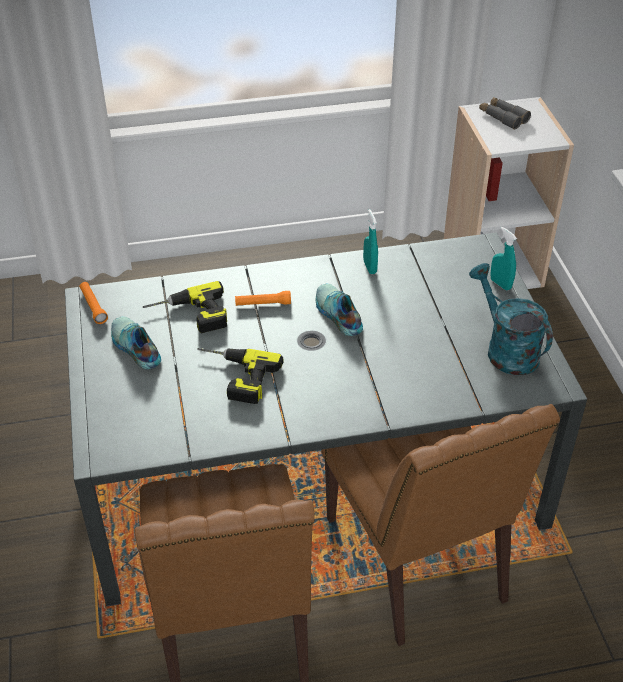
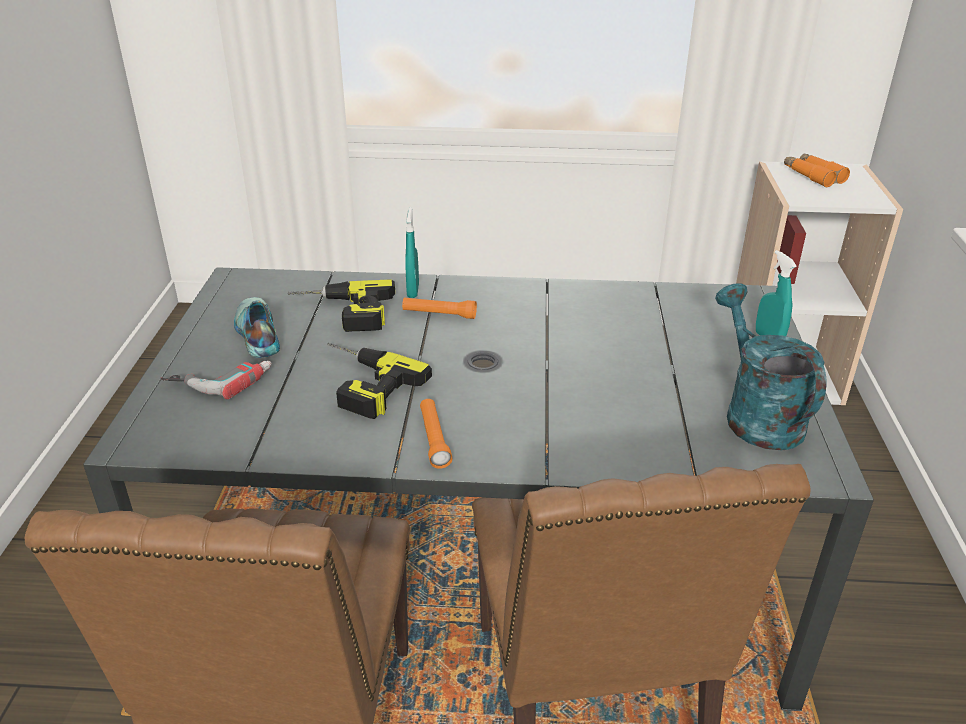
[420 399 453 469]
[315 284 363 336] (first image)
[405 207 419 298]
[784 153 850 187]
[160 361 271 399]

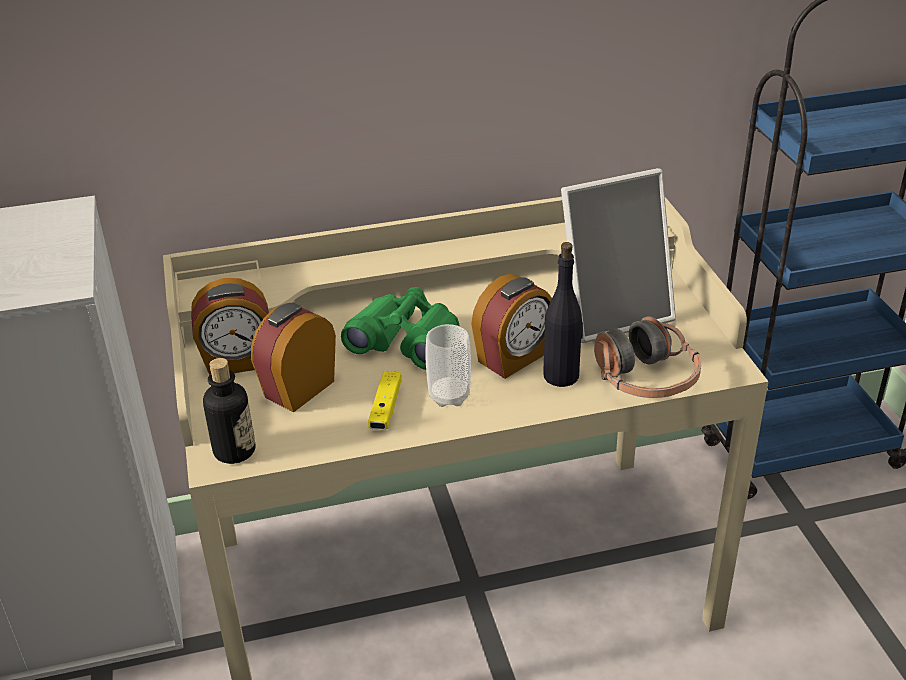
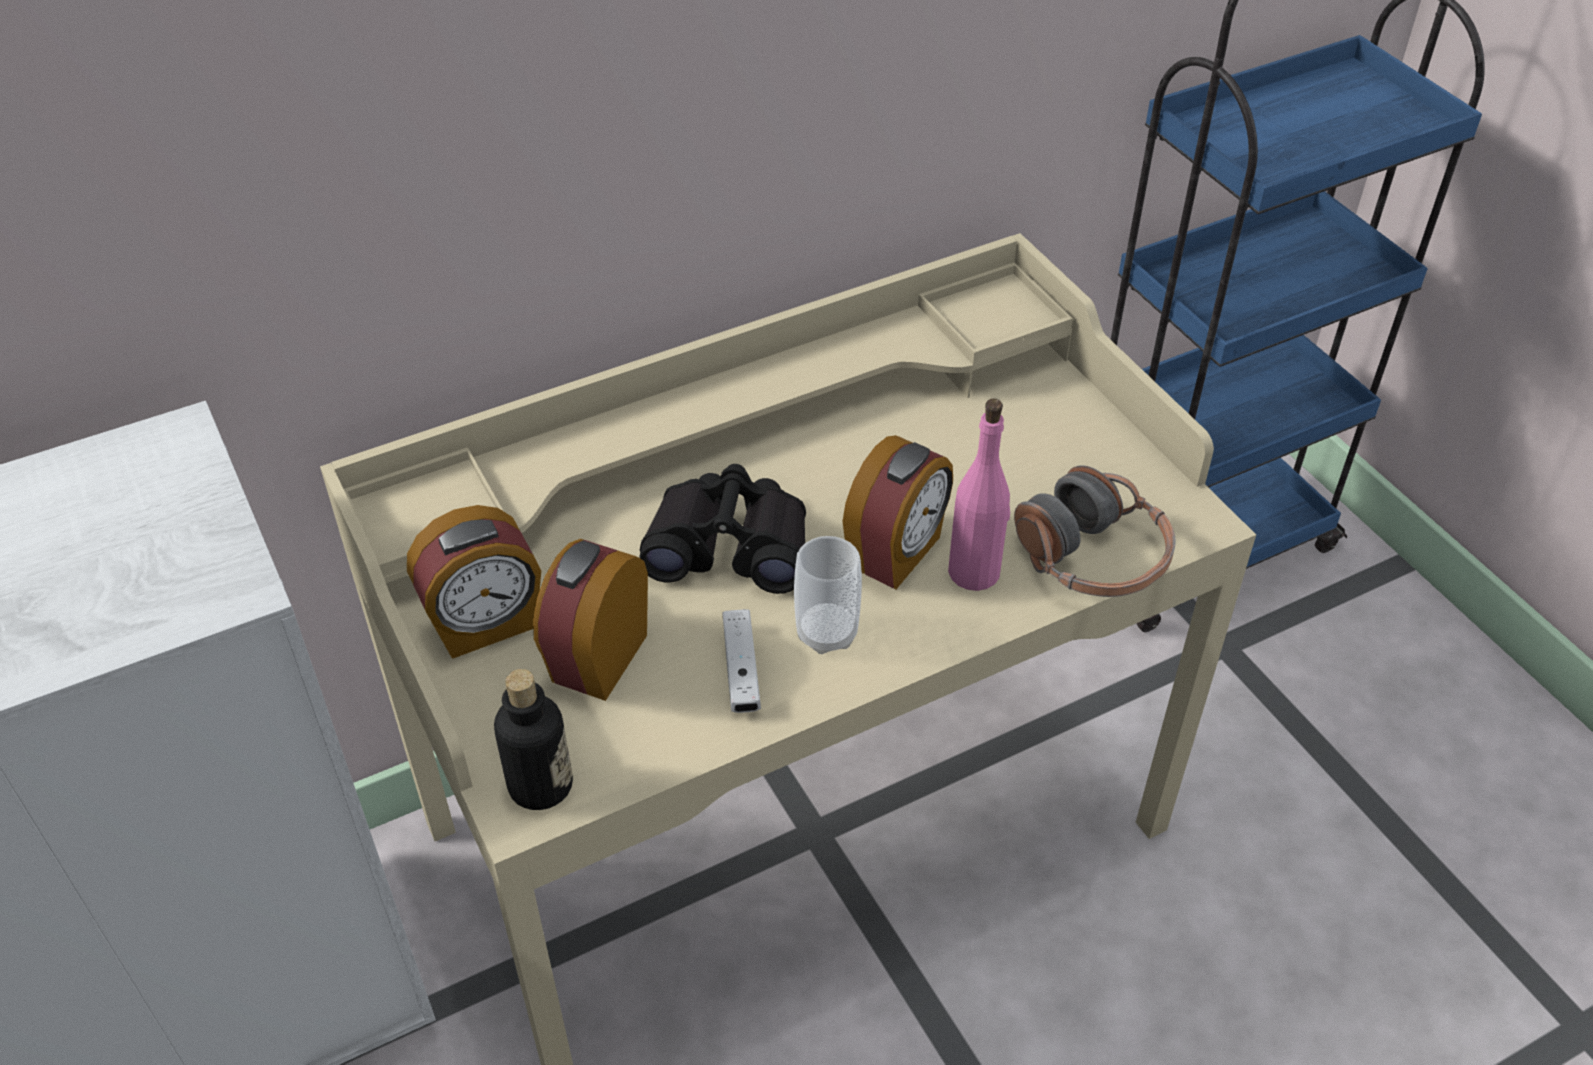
[639 464 806 594]
[722 609 761 713]
[948 398 1010 591]
[561 168 676 343] (first image)

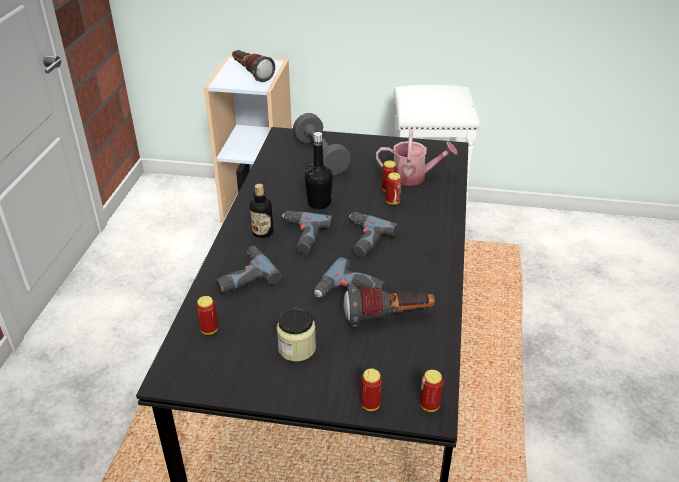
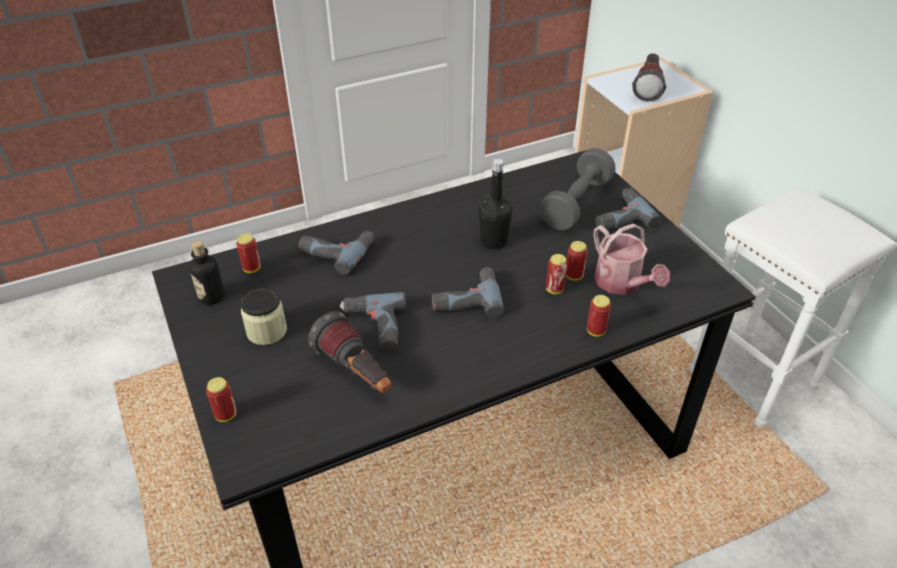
[189 241 225 305]
[595 188 662 231]
[587 295 611 337]

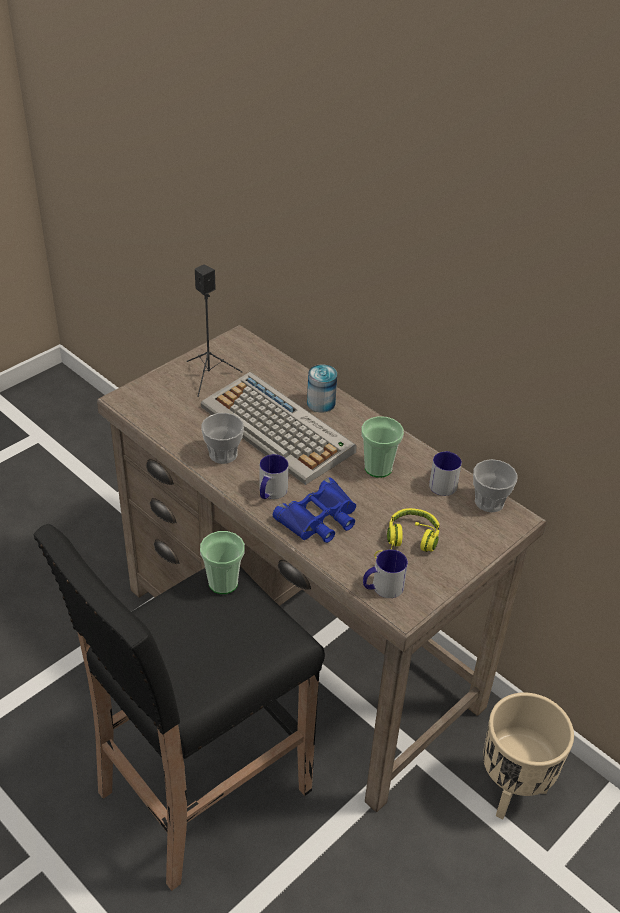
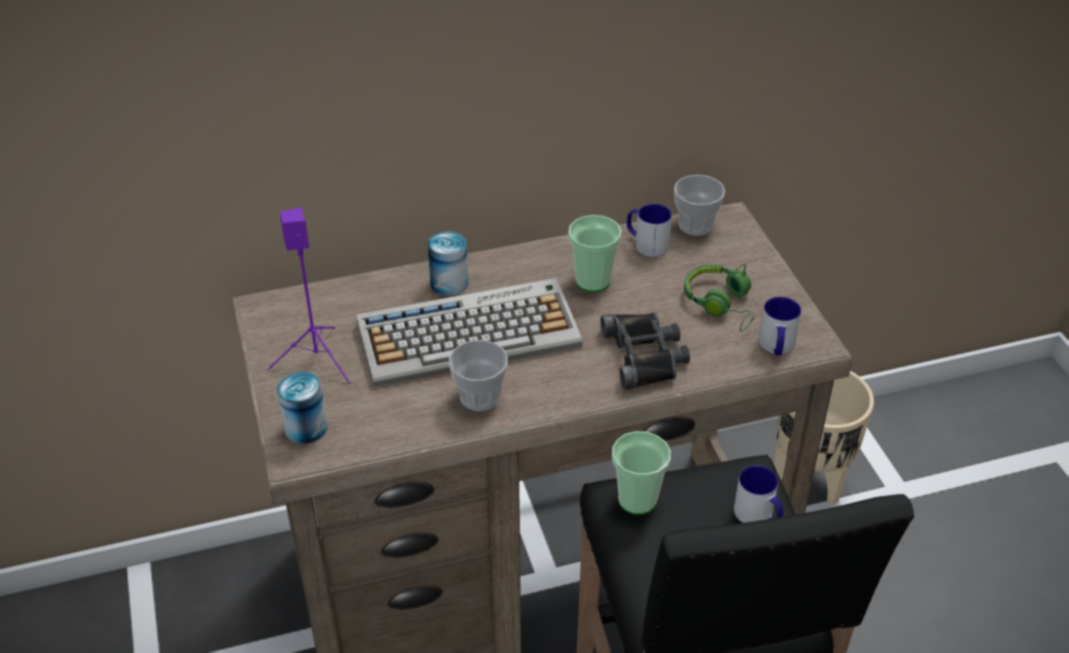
[267 207 351 384]
[734 465 783 523]
[601 312 690 390]
[684 264 756 331]
[277 372 328 444]

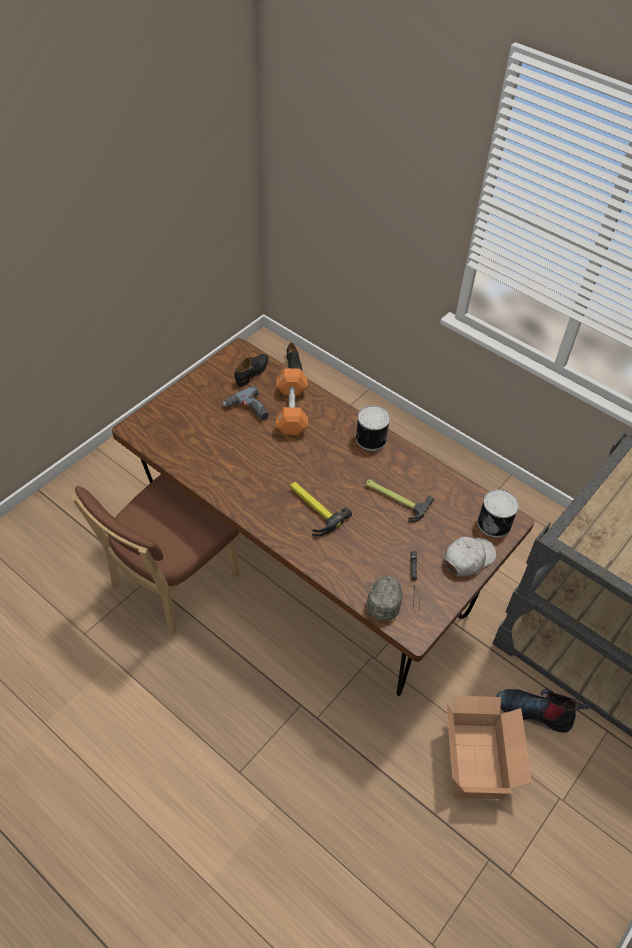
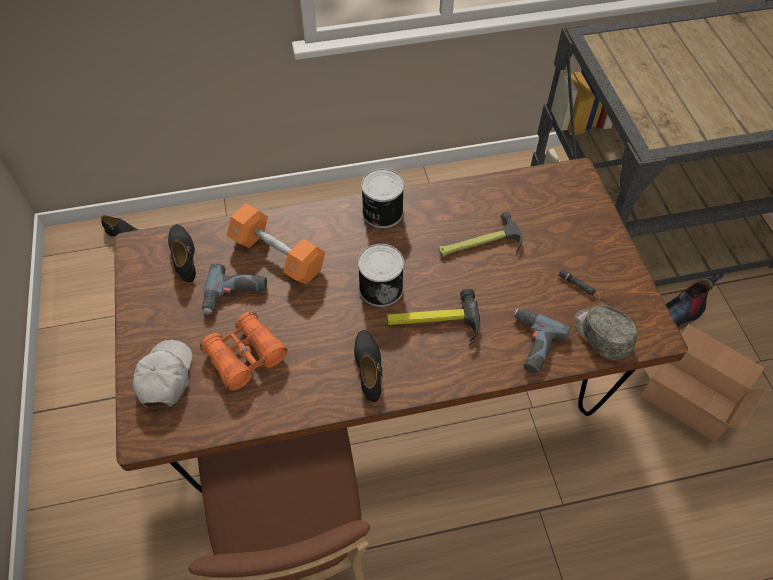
[133 340 192 409]
[358 244 404 307]
[200 311 287 391]
[354 330 383 402]
[513 308 571 374]

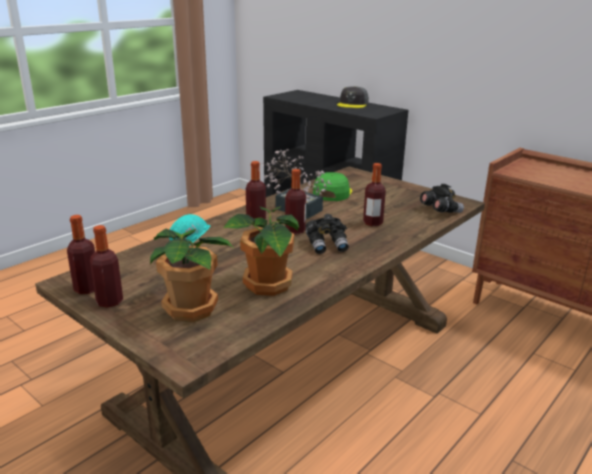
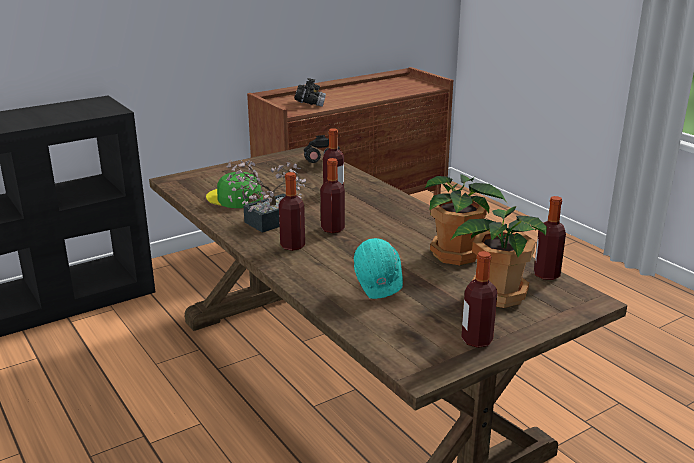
[534 196 566 280]
[294 78 326 107]
[337 86 369 108] (first image)

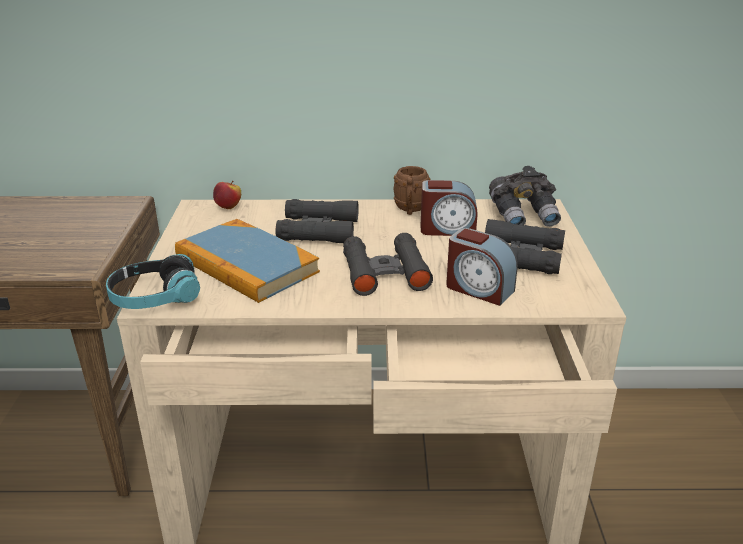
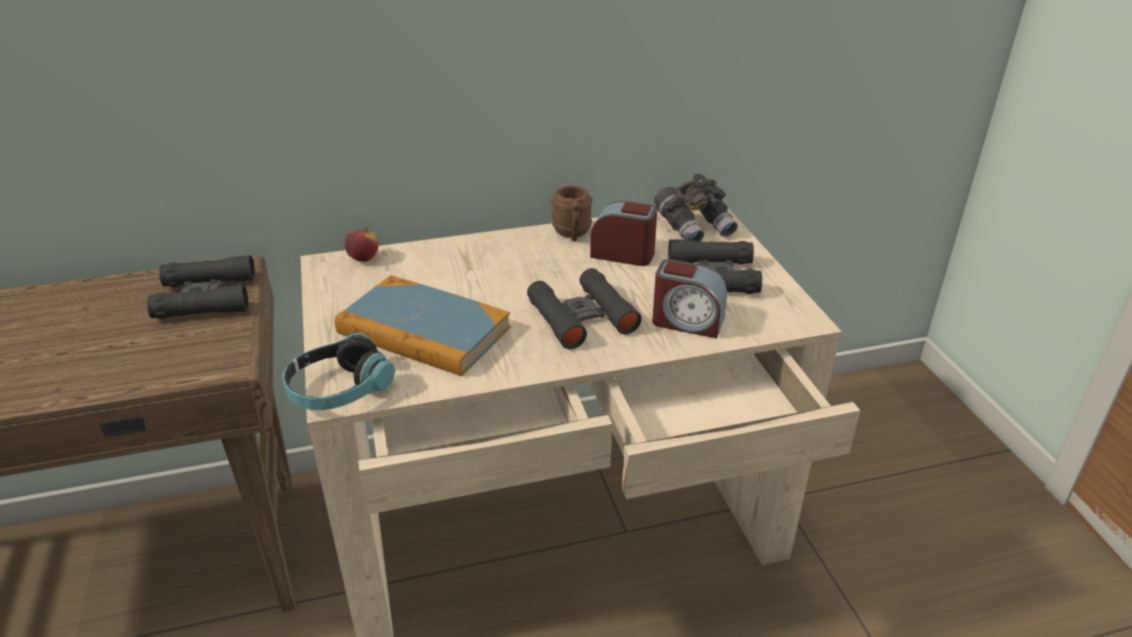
[147 255 255 319]
[590 201 657 266]

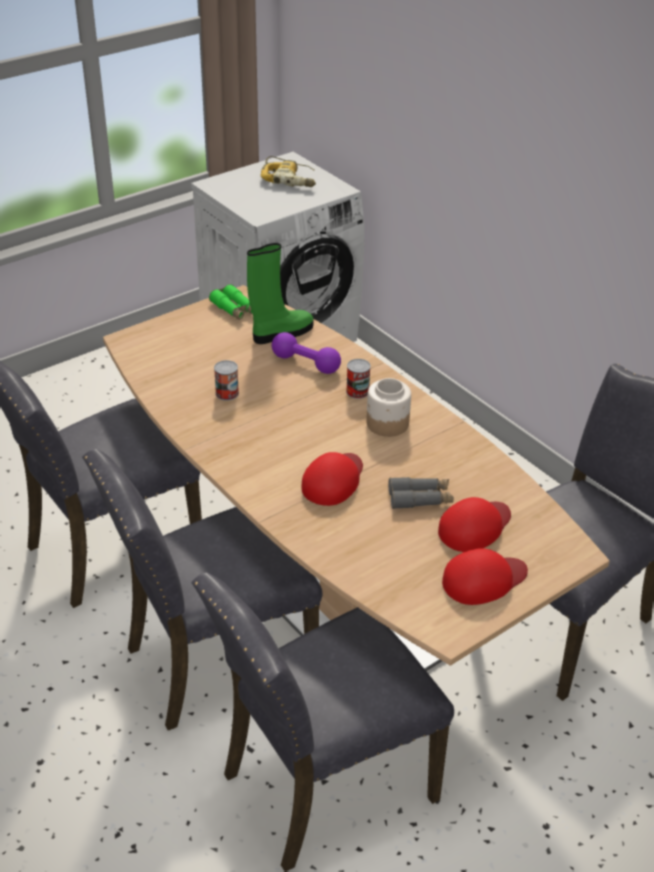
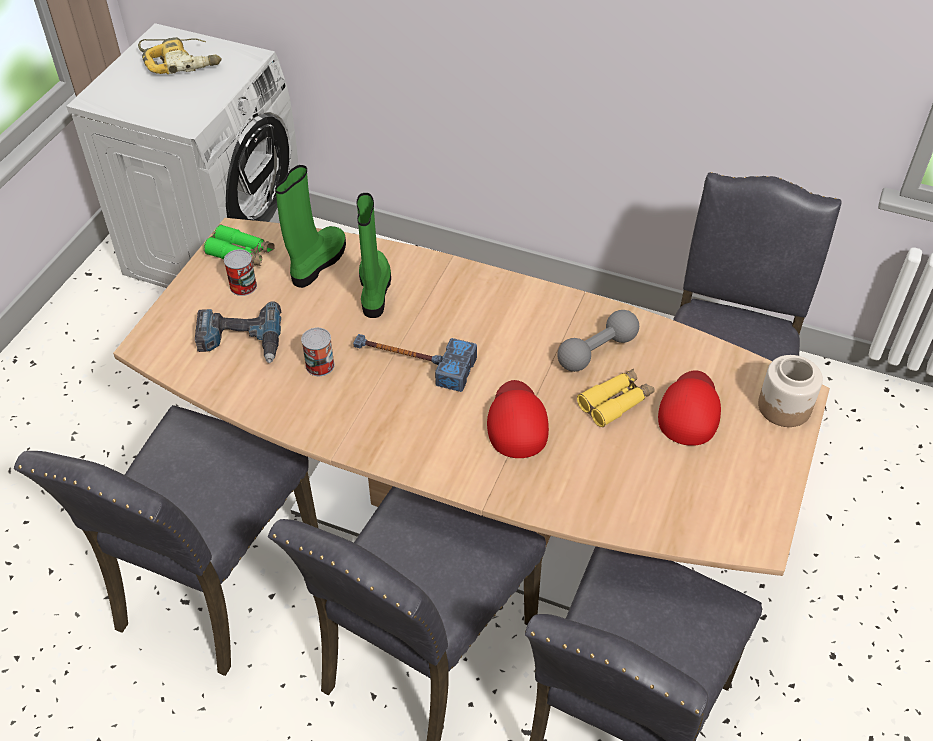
[357 193 391 318]
[224 249 257 296]
[758 355 823 427]
[577 369 655 427]
[442 548 528 605] (first image)
[195 301 281 363]
[353 334 477 392]
[557 310 639 372]

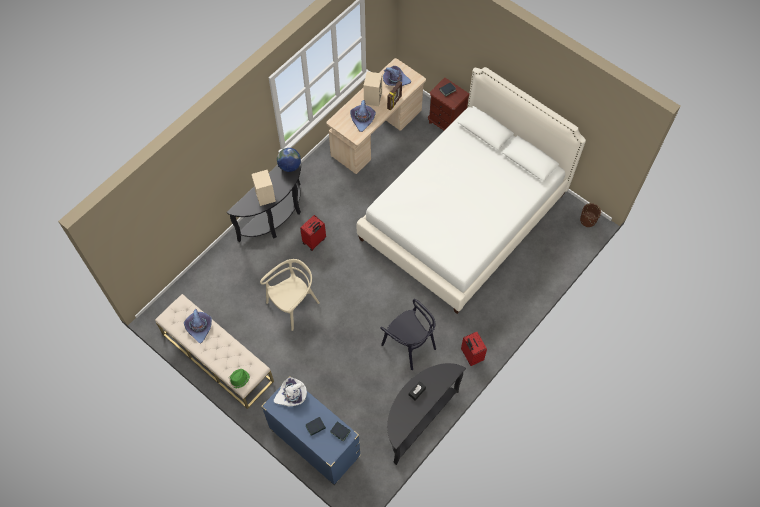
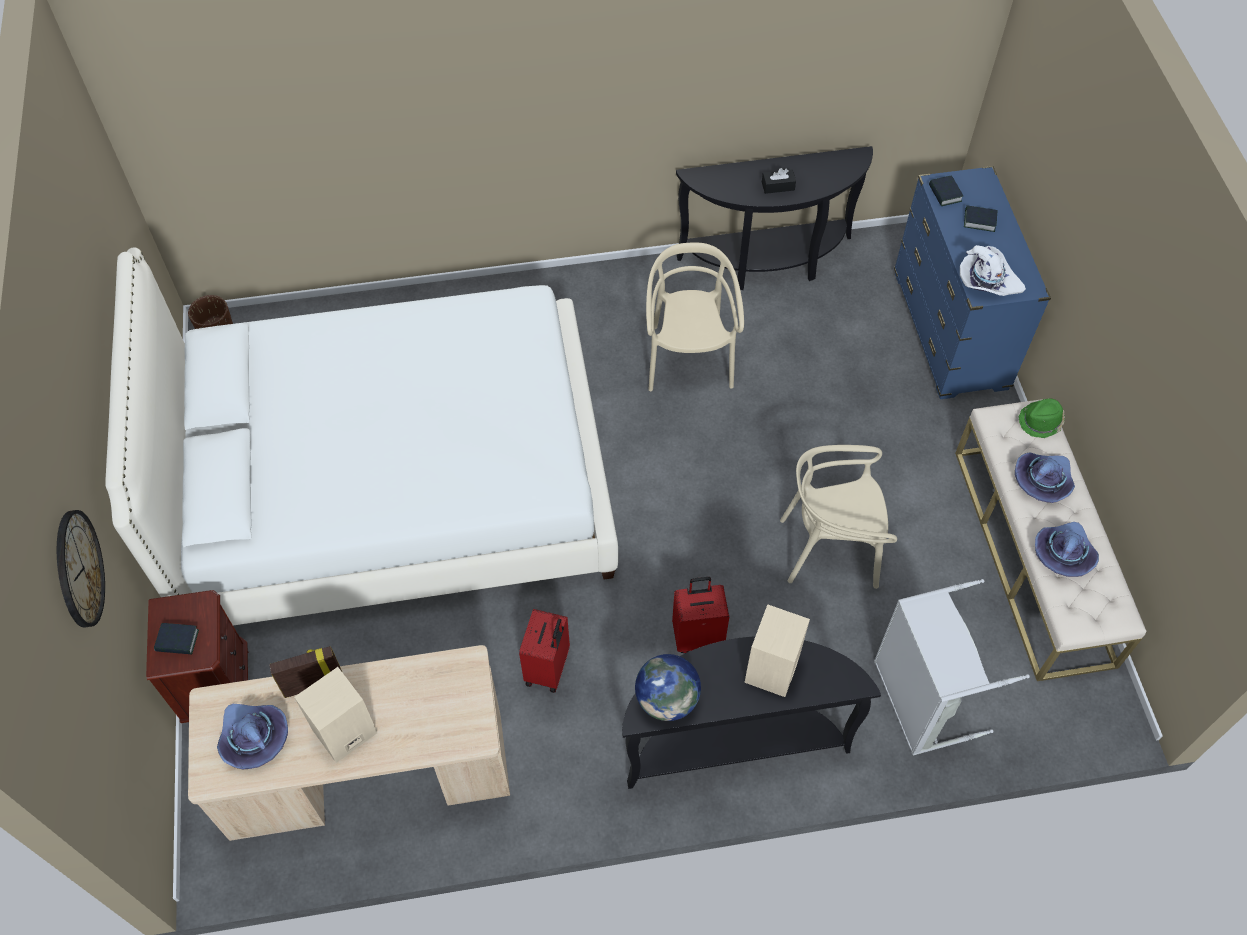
[1015 452 1075 503]
[646 243 744 391]
[519 609 570 693]
[57 510 105 628]
[874 579 1030 755]

